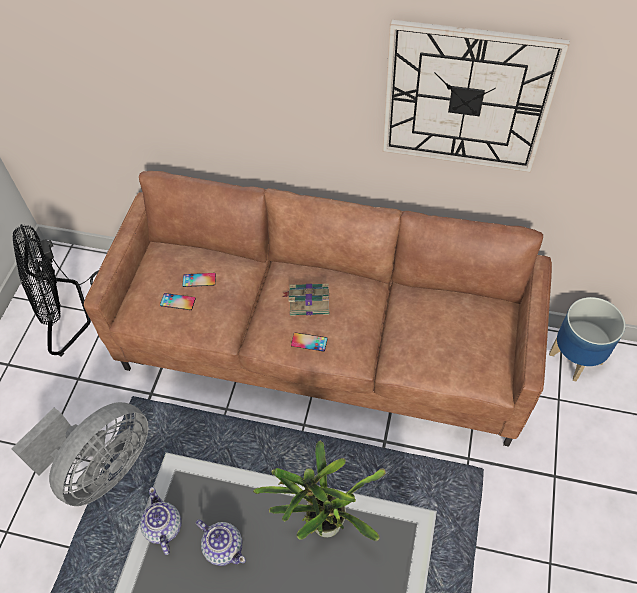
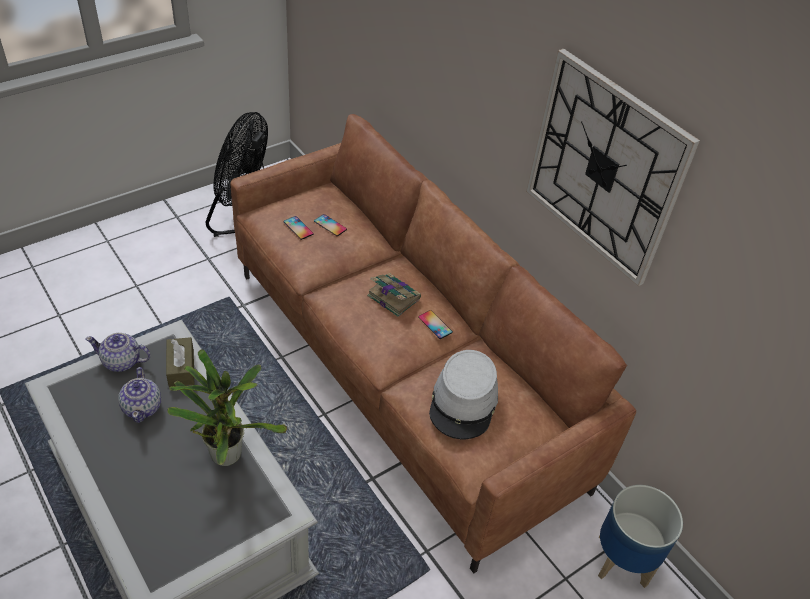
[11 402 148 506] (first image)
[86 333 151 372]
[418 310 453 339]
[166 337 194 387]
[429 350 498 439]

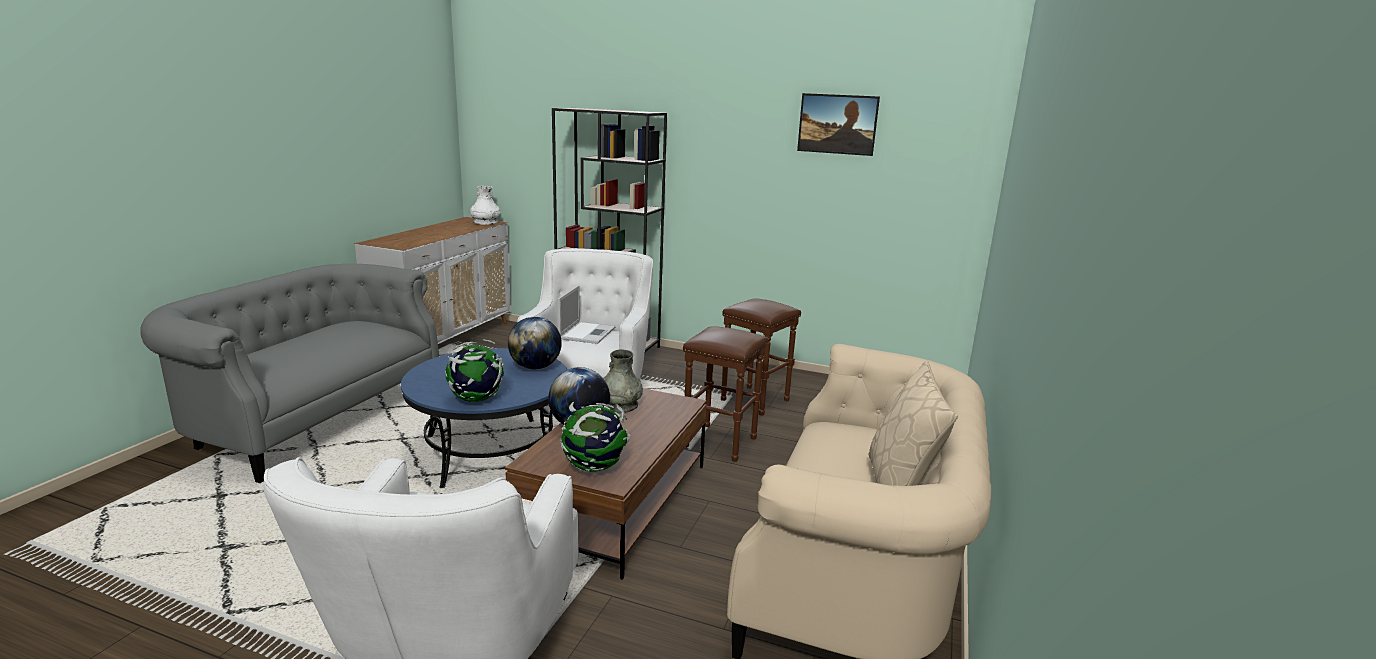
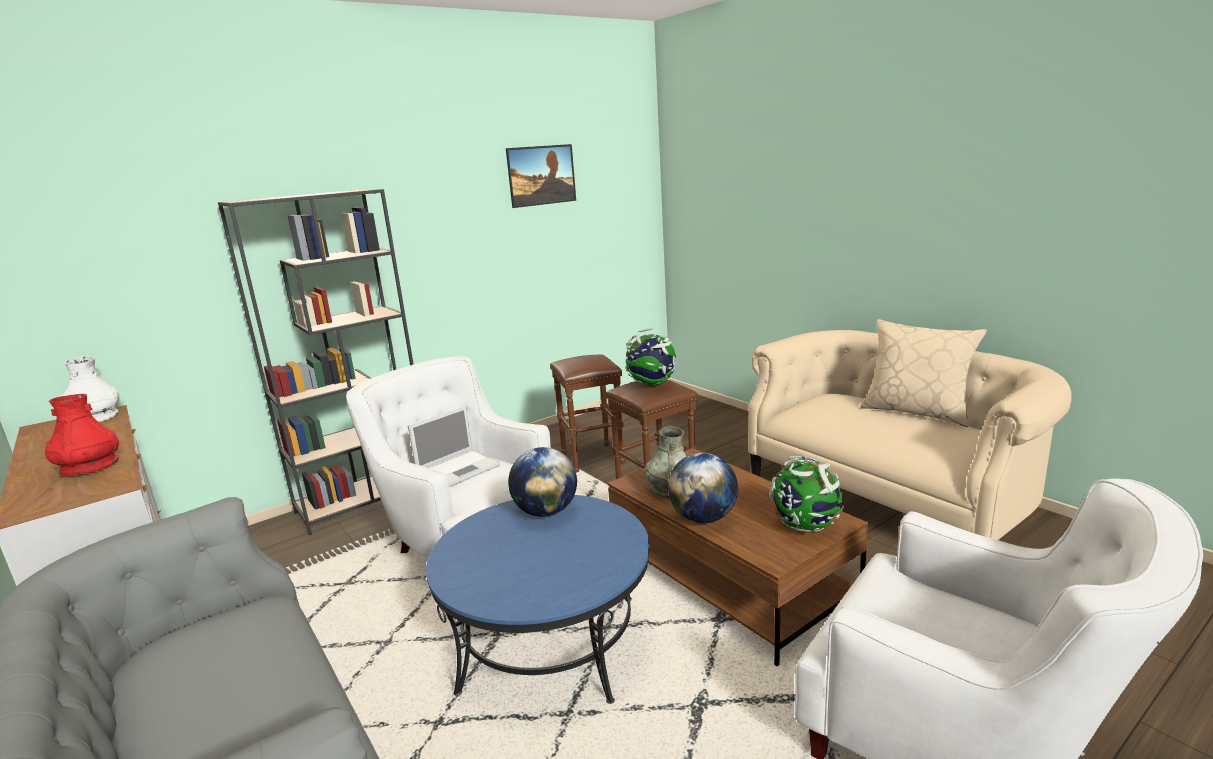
[625 328 676 386]
[408 406 501 487]
[45 394 119 475]

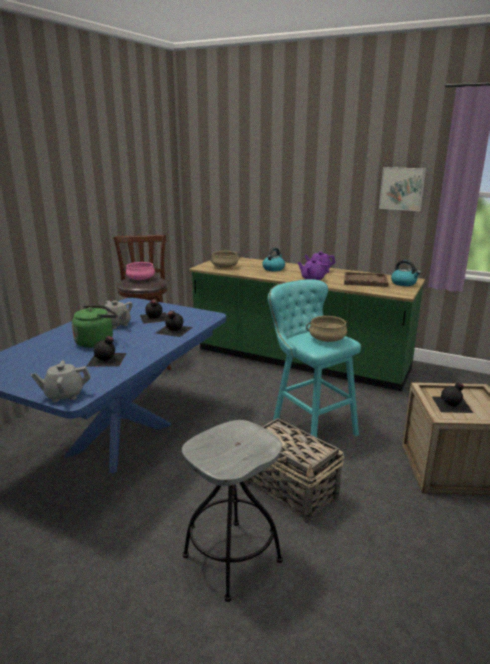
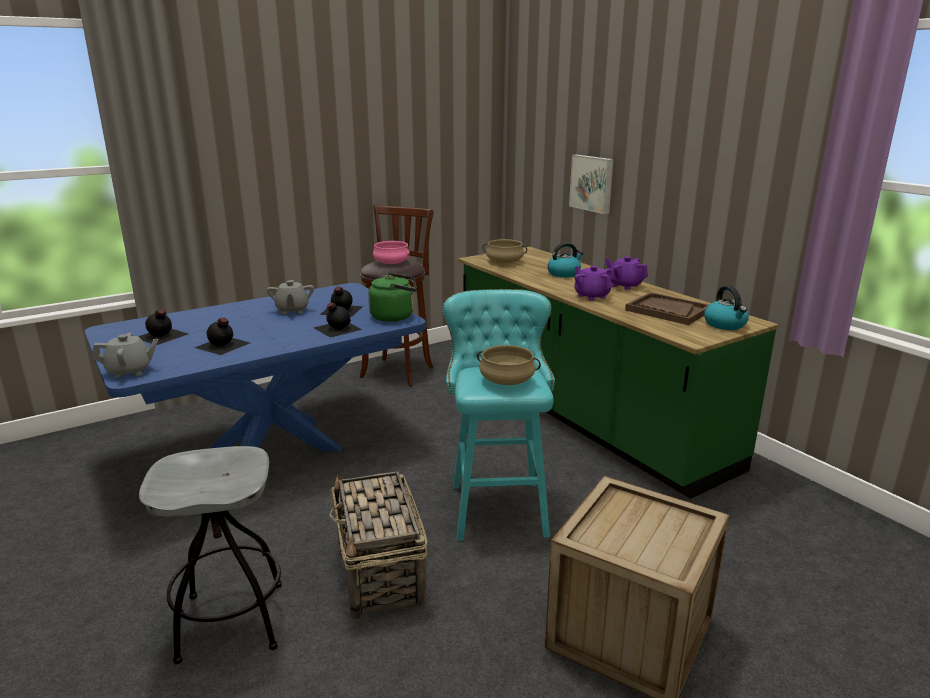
[92 333 158 378]
[368 273 417 322]
[569 154 613 214]
[138 309 188 345]

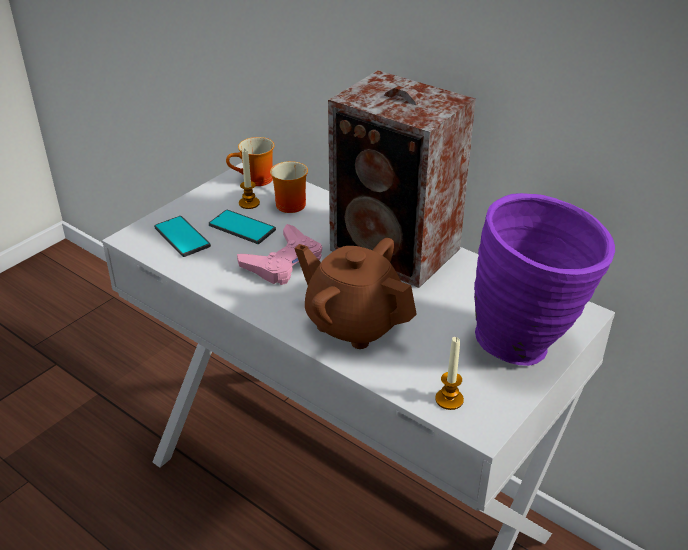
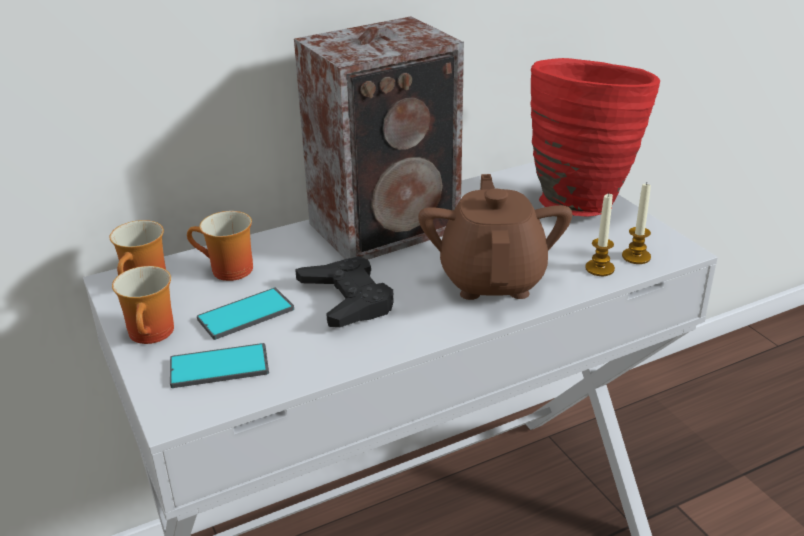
[295 256 394 327]
[585 193 615 276]
[418 174 572 300]
[530 58 660 217]
[112 266 174 344]

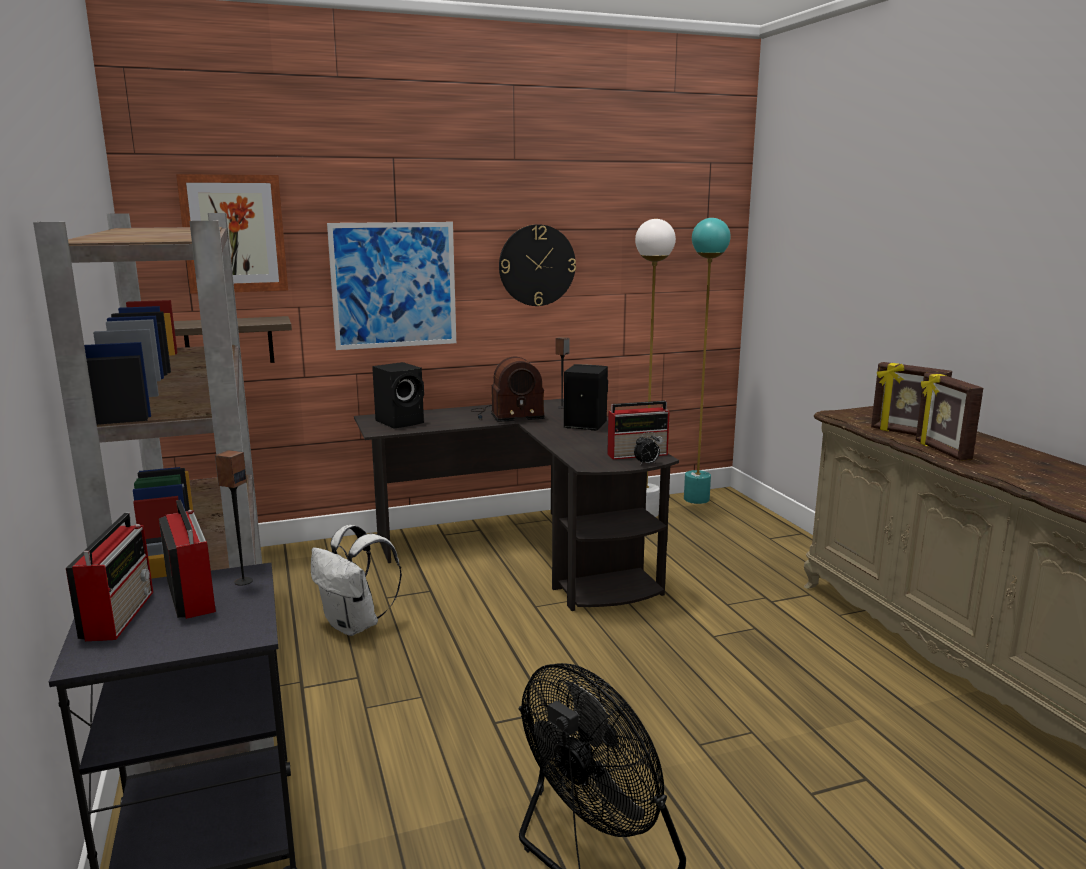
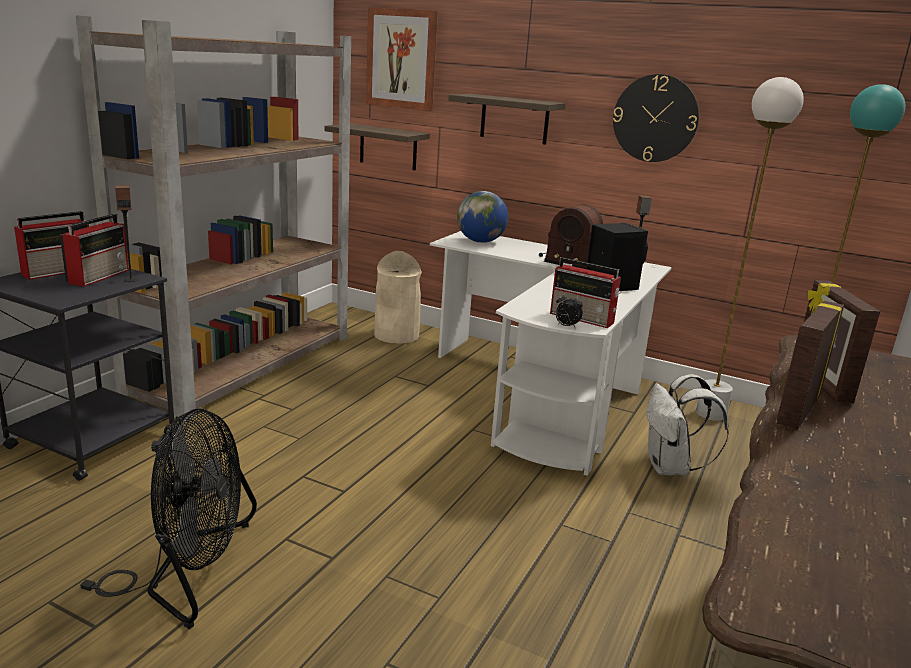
[646 374 729 476]
[448 94 565 145]
[430 231 672 476]
[457 191 508 243]
[374 251 422 344]

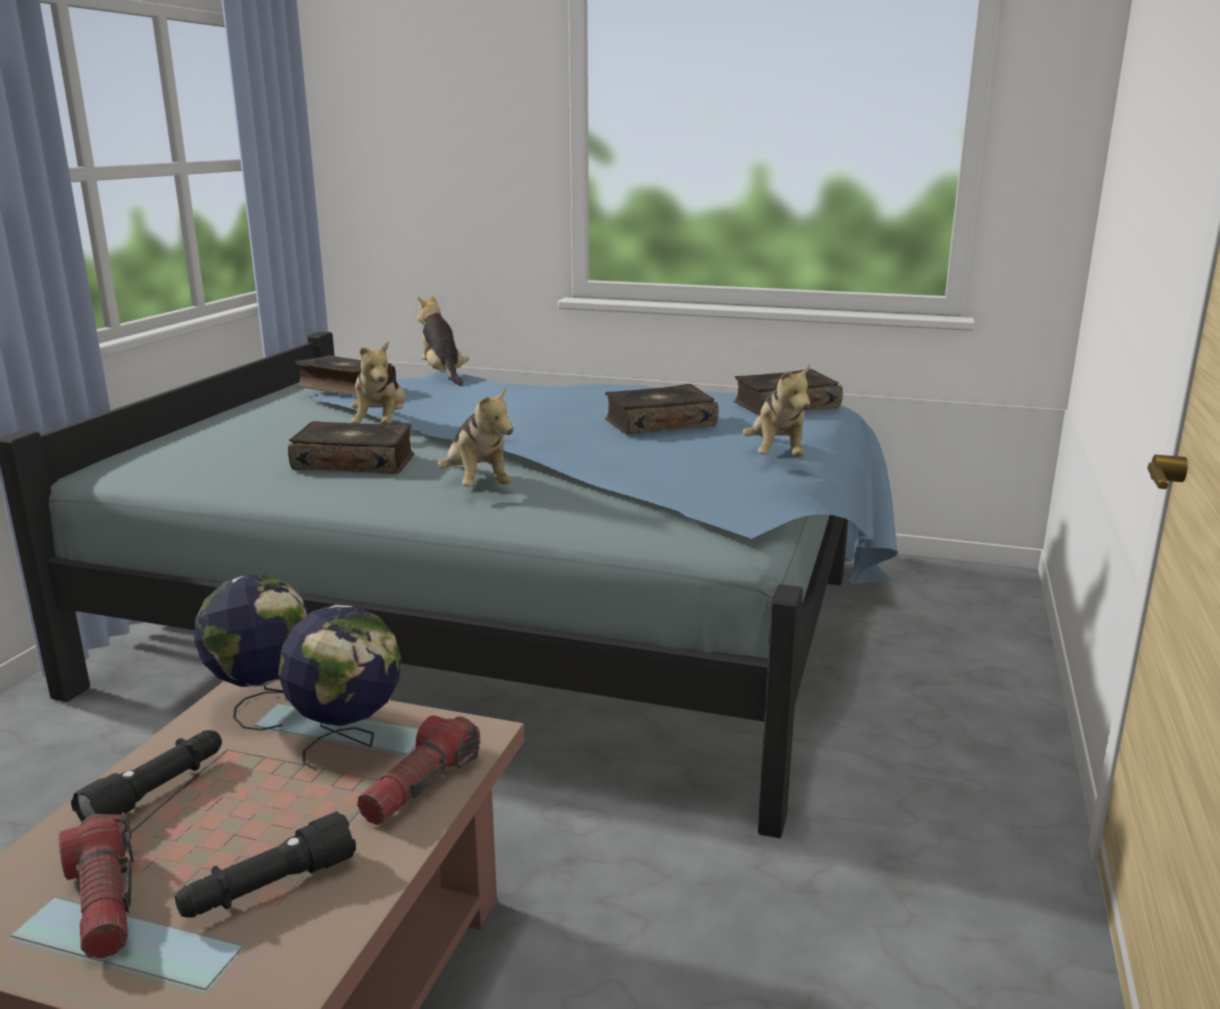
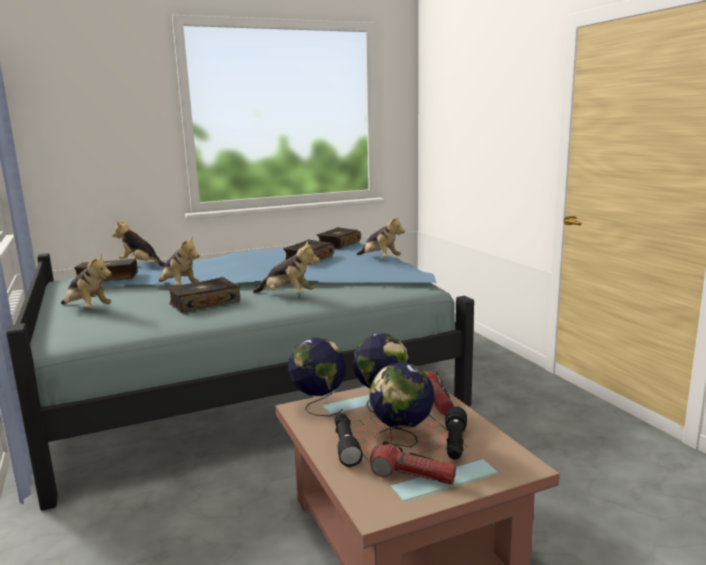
[61 253 112 308]
[369 362 435 447]

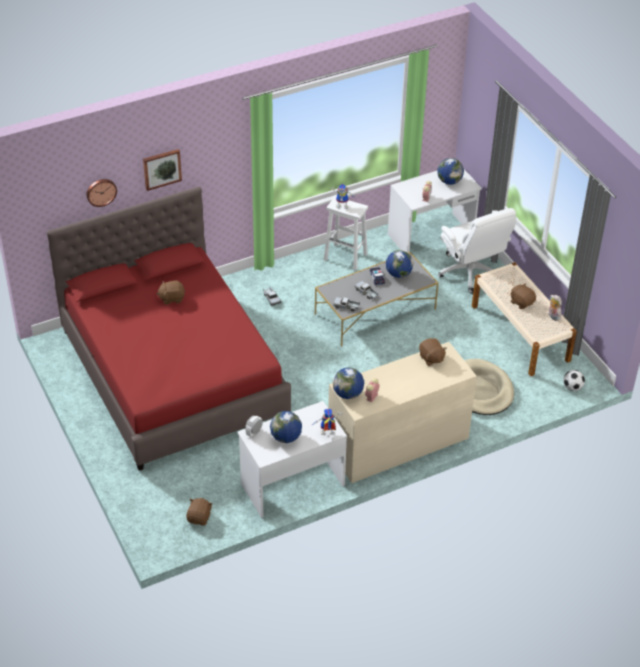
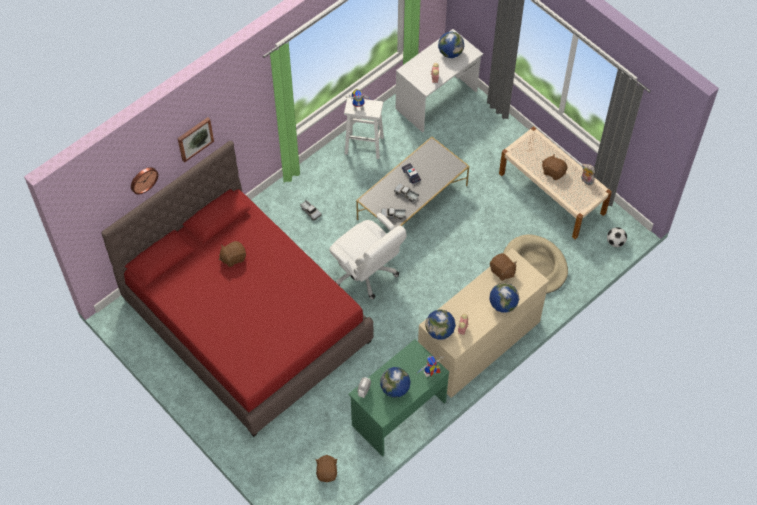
[349 339 449 457]
[489 283 519 313]
[330 213 407 299]

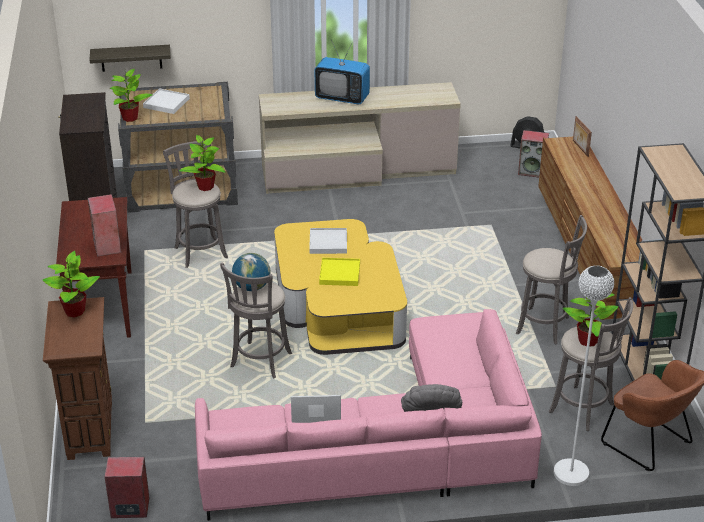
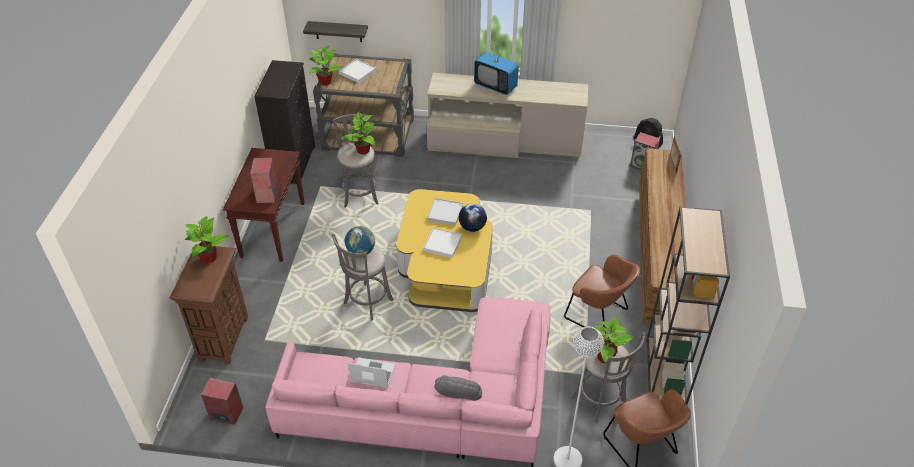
[423 228 462 258]
[564 255 640 334]
[459 203 487 232]

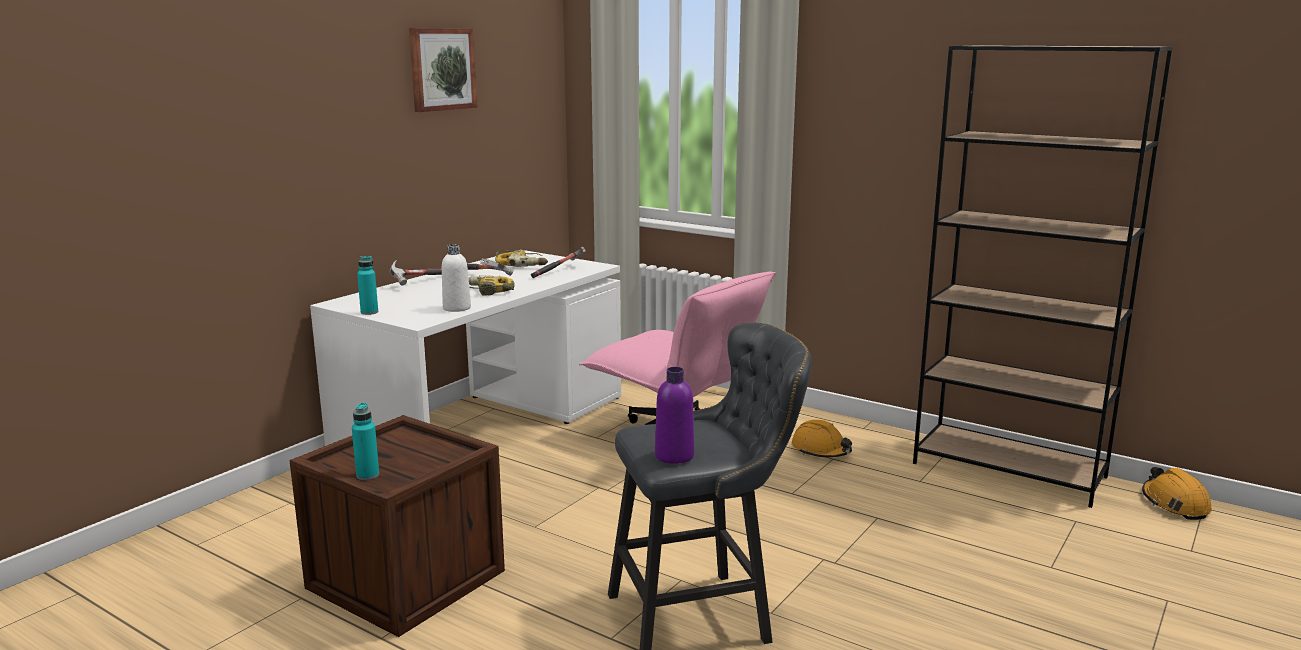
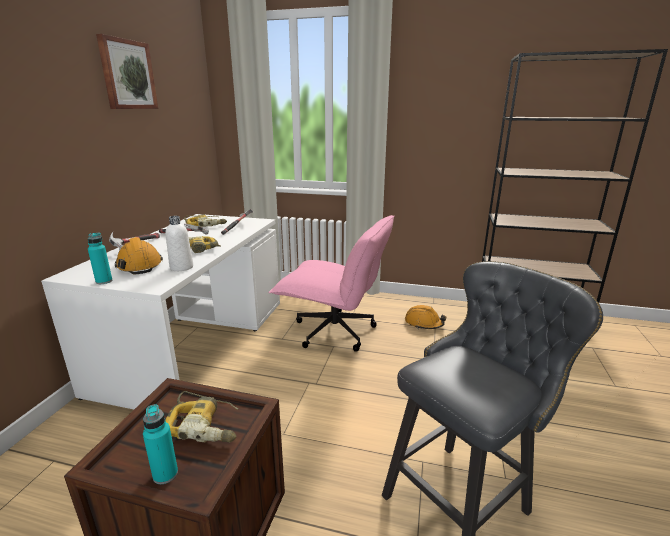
[655 367 694 464] (first image)
[115 237 163 274]
[166 391 238 442]

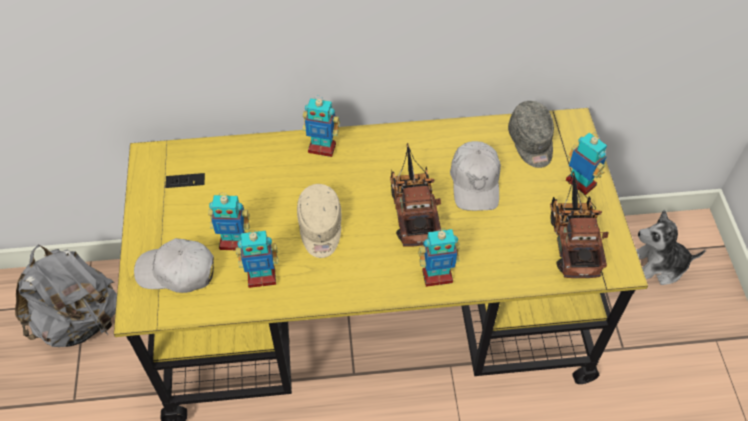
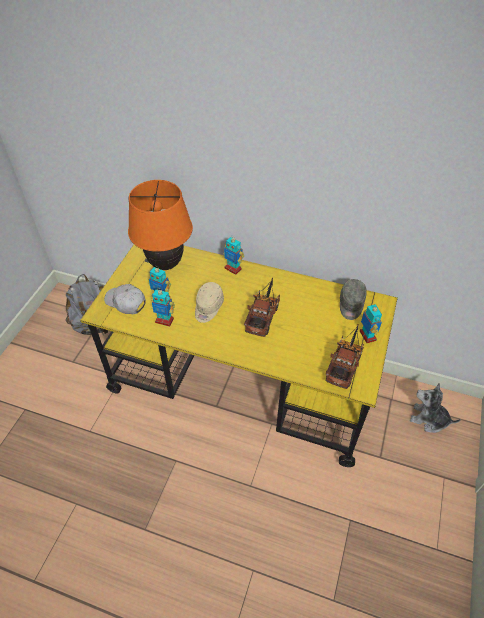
[418 228 460 287] (first image)
[450 141 501 211] (first image)
[128 180 193 270]

